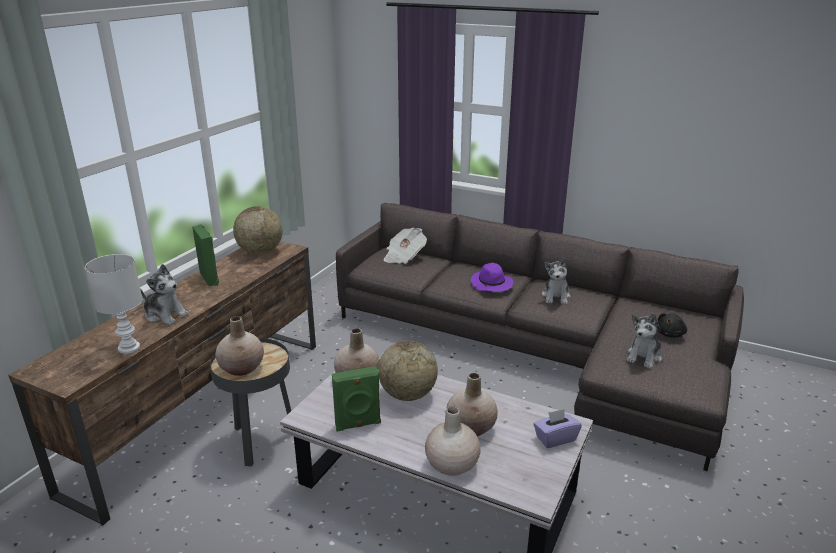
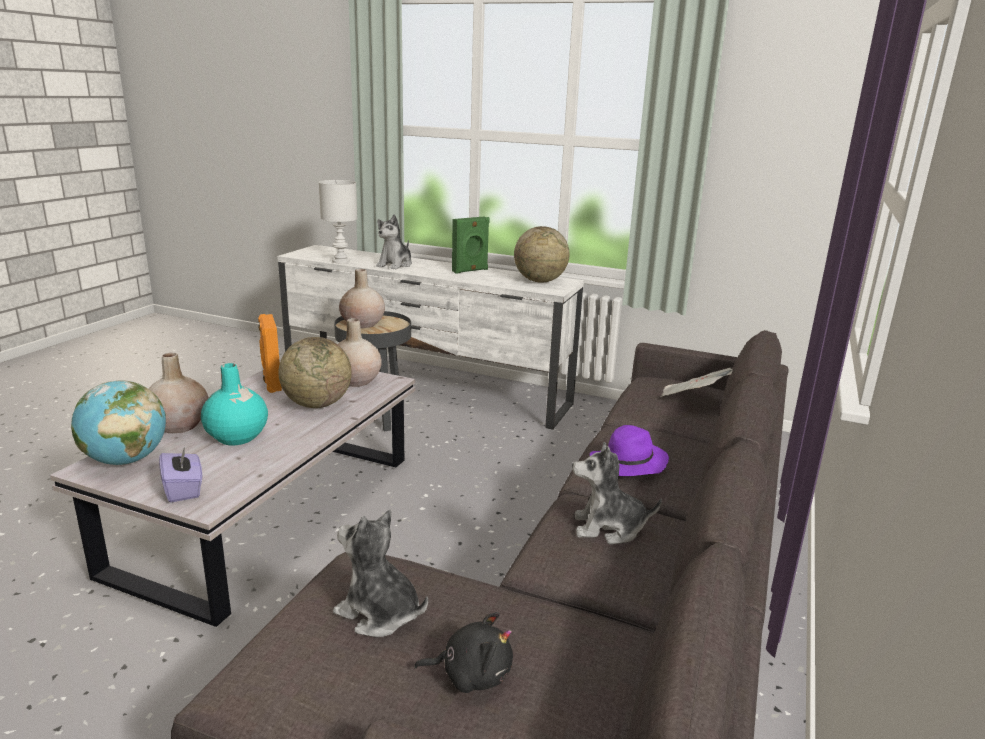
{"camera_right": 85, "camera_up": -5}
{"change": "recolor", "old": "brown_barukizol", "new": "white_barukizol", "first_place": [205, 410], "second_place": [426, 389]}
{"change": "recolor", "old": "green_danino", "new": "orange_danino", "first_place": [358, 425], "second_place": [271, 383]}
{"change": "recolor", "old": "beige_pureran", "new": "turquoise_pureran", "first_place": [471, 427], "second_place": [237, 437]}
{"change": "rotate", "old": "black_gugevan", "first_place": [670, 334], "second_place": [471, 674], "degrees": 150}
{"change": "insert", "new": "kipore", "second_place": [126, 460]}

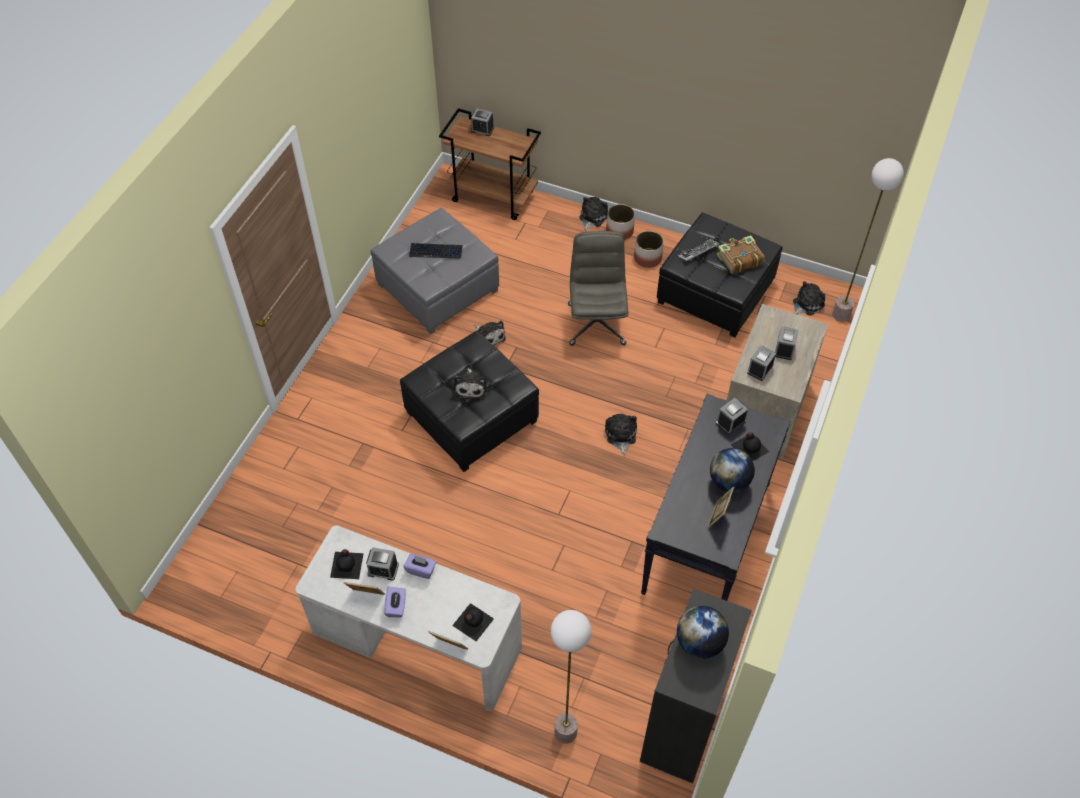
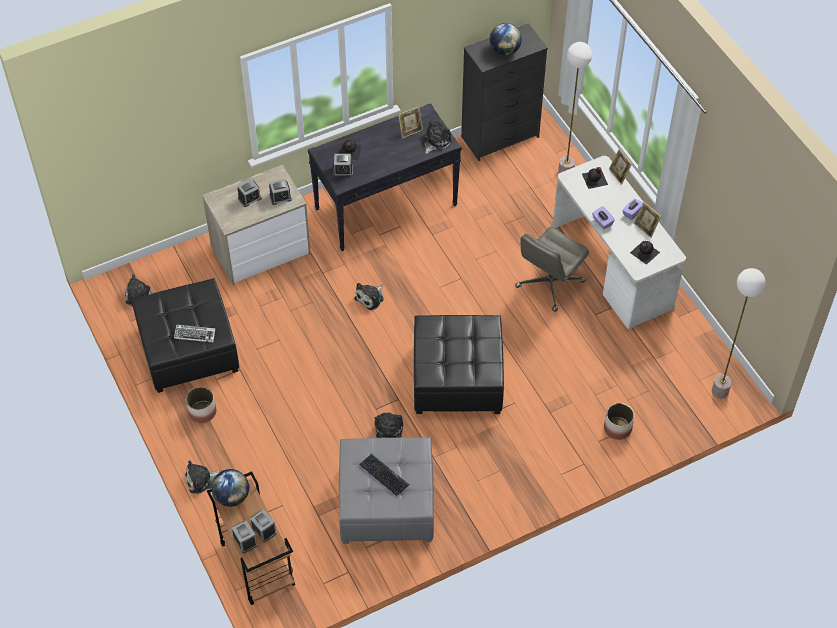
{"camera_right": -140, "camera_up": 0}
{"change": "move", "old": "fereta", "first_place": [383, 569], "second_place": [264, 530]}
{"change": "move", "old": "gugevan", "first_place": [471, 387], "second_place": [436, 141]}
{"change": "move", "old": "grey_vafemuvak", "first_place": [596, 323], "second_place": [549, 284]}
{"change": "move", "old": "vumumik", "first_place": [619, 231], "second_place": [617, 428]}
{"change": "move", "old": "kipore", "first_place": [729, 482], "second_place": [232, 496]}
{"change": "delete", "old": "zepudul", "first_place": [739, 259]}
{"change": "move", "old": "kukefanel", "first_place": [840, 315], "second_place": [720, 391]}

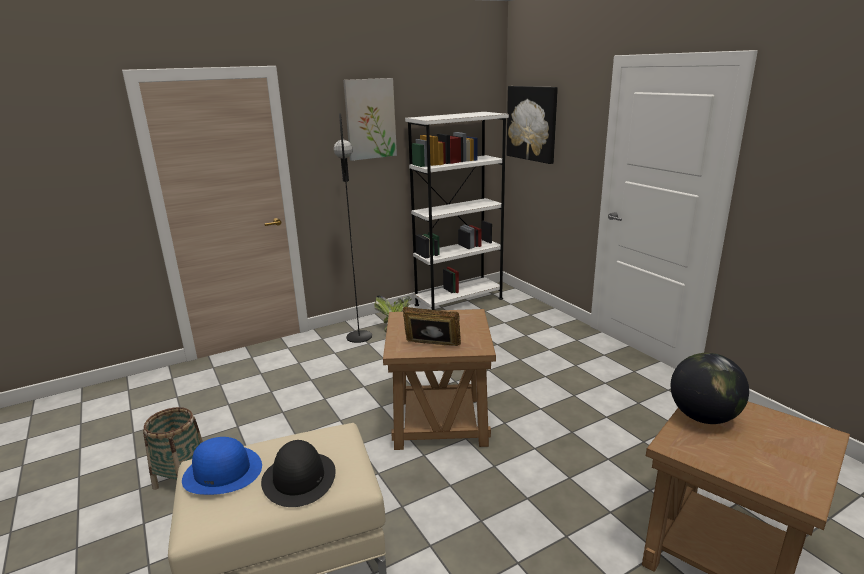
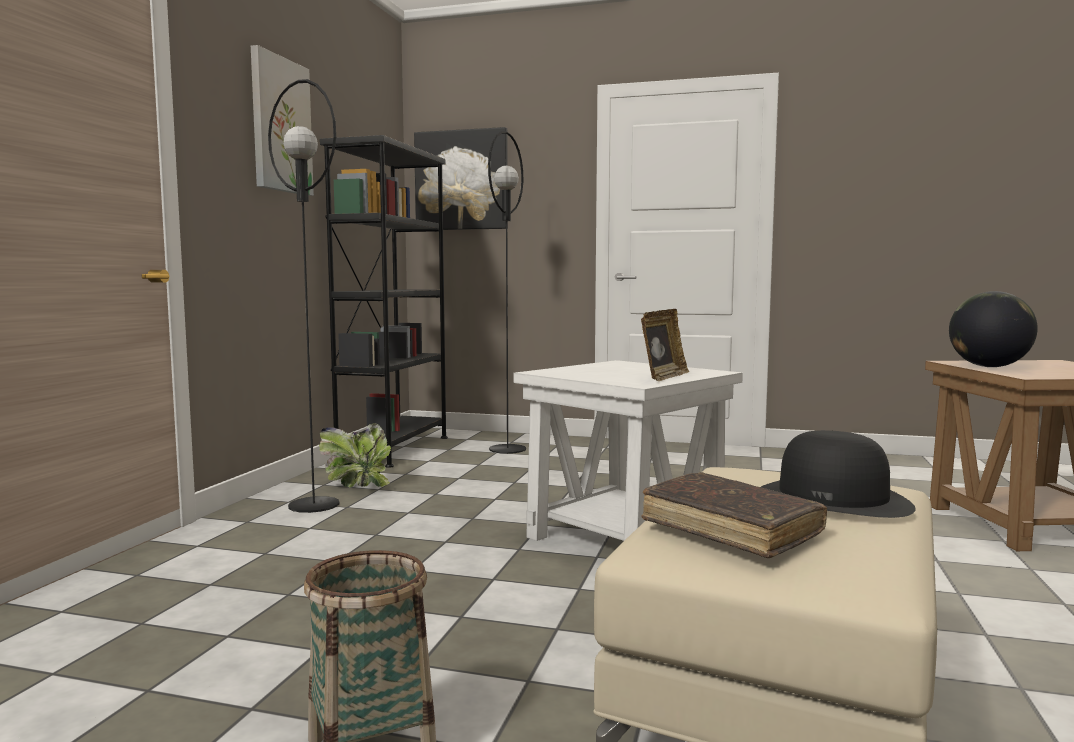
{"camera_right": -45, "camera_up": -15}
{"change": "replace", "old": "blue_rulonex", "new": "brown_zepudul", "first_place": [223, 472], "second_place": [730, 529]}
{"change": "recolor", "old": "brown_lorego", "new": "white_lorego", "first_place": [440, 421], "second_place": [625, 535]}
{"change": "rotate", "old": "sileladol", "first_place": [432, 346], "second_place": [663, 377], "degrees": 150}
{"change": "recolor", "old": "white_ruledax", "new": "black_ruledax", "first_place": [459, 302], "second_place": [394, 449]}
{"change": "insert", "new": "black_kukefanel", "second_place": [507, 449]}

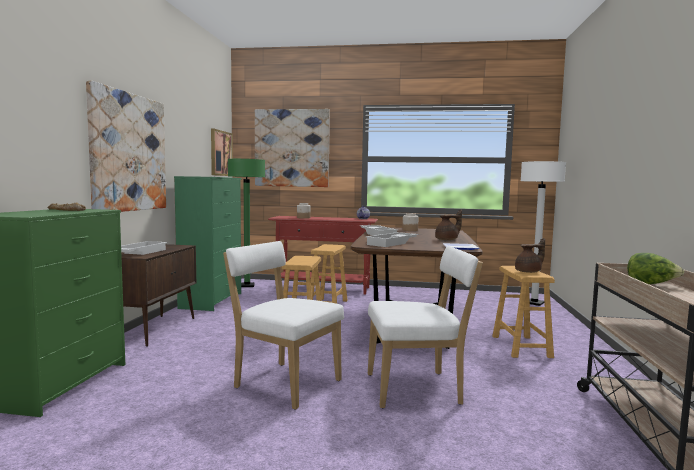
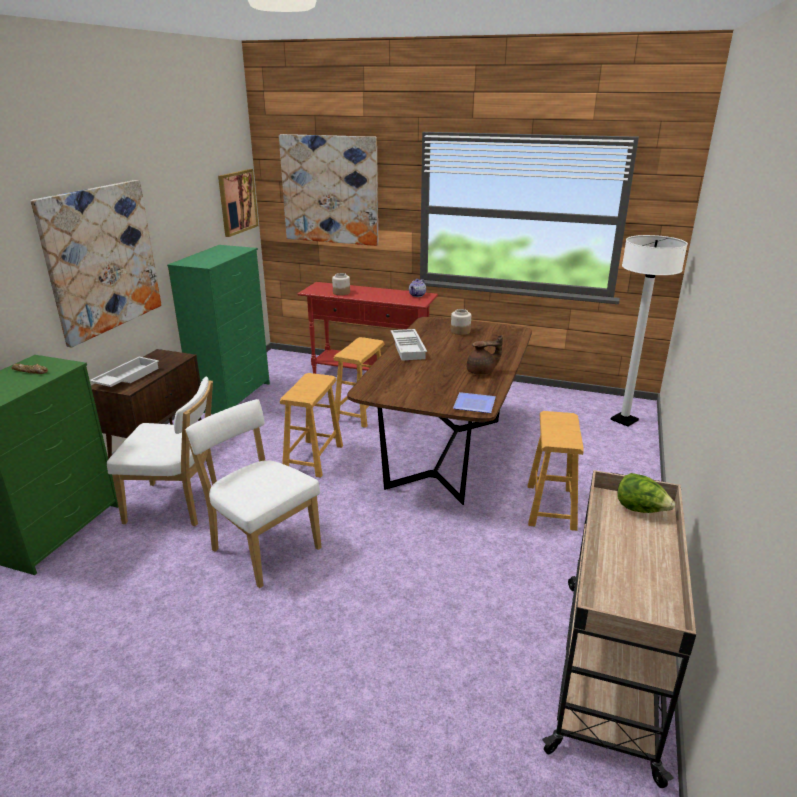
{"camera_right": 10, "camera_up": 20}
{"change": "delete", "old": "green_kukefanel", "first_place": [247, 285]}
{"change": "delete", "old": "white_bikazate", "first_place": [392, 243]}
{"change": "move", "old": "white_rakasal", "first_place": [418, 389], "second_place": [177, 505]}
{"change": "delete", "old": "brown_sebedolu", "first_place": [529, 272]}

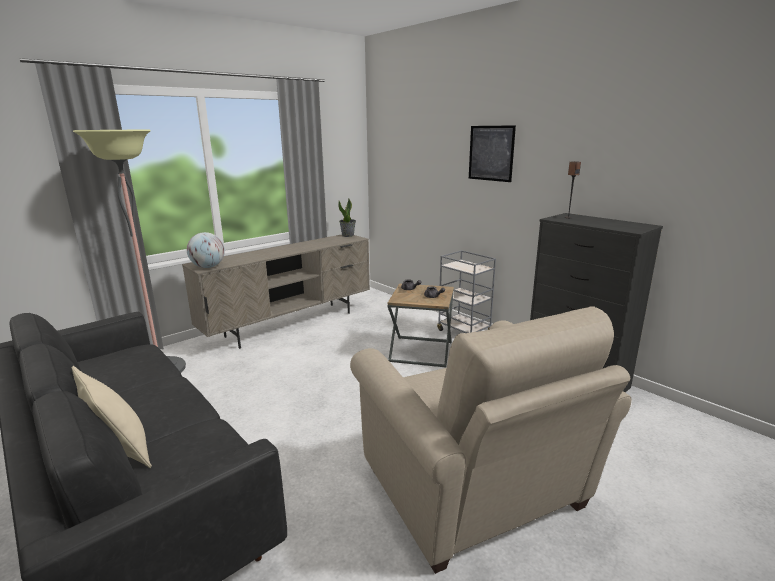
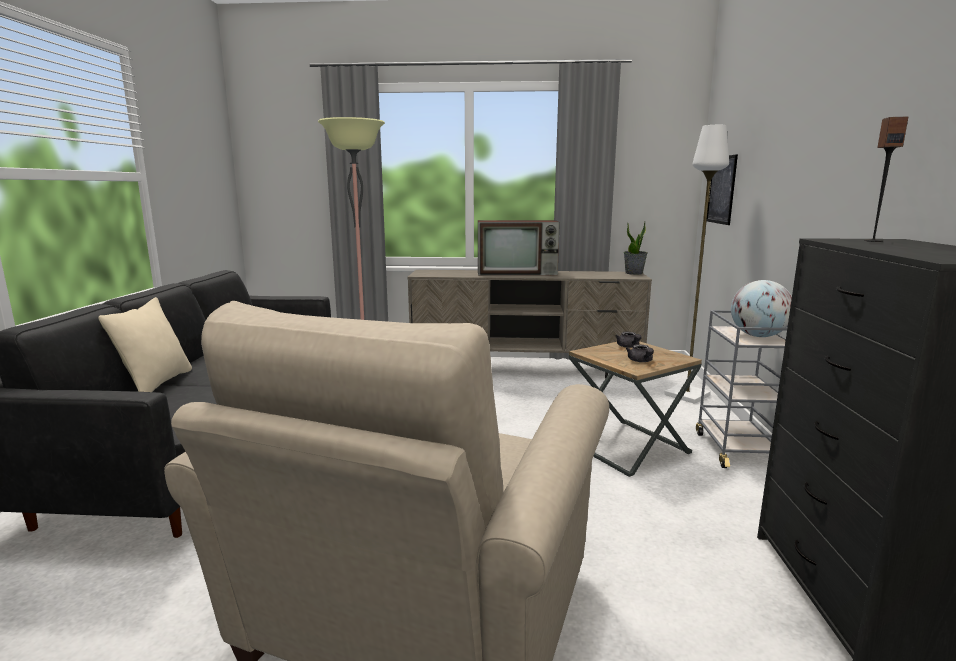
{"camera_right": 45, "camera_up": -5}
{"change": "move", "old": "kipore", "first_place": [208, 267], "second_place": [758, 336]}
{"change": "move", "old": "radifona", "first_place": [491, 153], "second_place": [721, 190]}
{"change": "insert", "new": "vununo", "second_place": [518, 273]}
{"change": "insert", "new": "white_kukefanel", "second_place": [686, 394]}

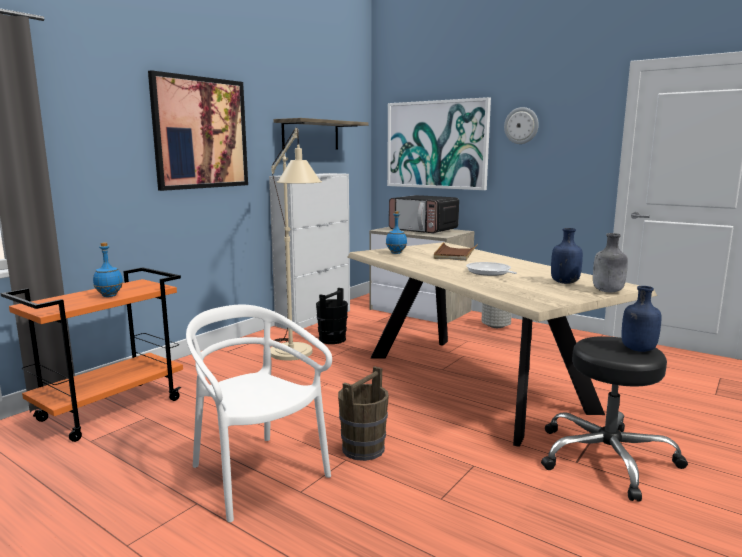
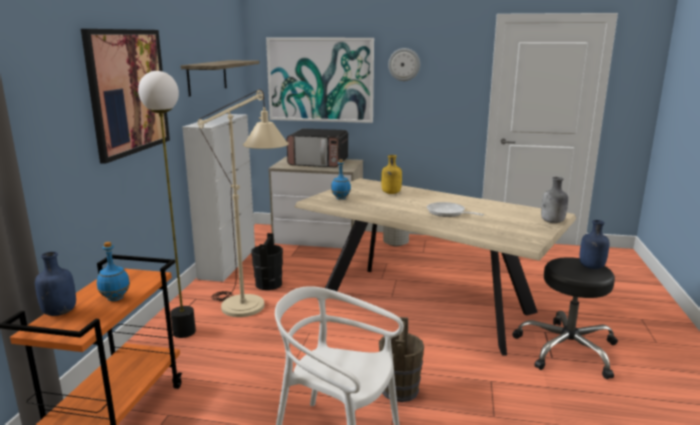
{"camera_right": -25, "camera_up": 5}
{"change": "replace", "old": "brown_bikazate", "new": "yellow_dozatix", "first_place": [455, 254], "second_place": [391, 193]}
{"change": "move", "old": "blue_dozatix", "first_place": [564, 282], "second_place": [59, 312]}
{"change": "insert", "new": "kukefanel", "second_place": [184, 332]}

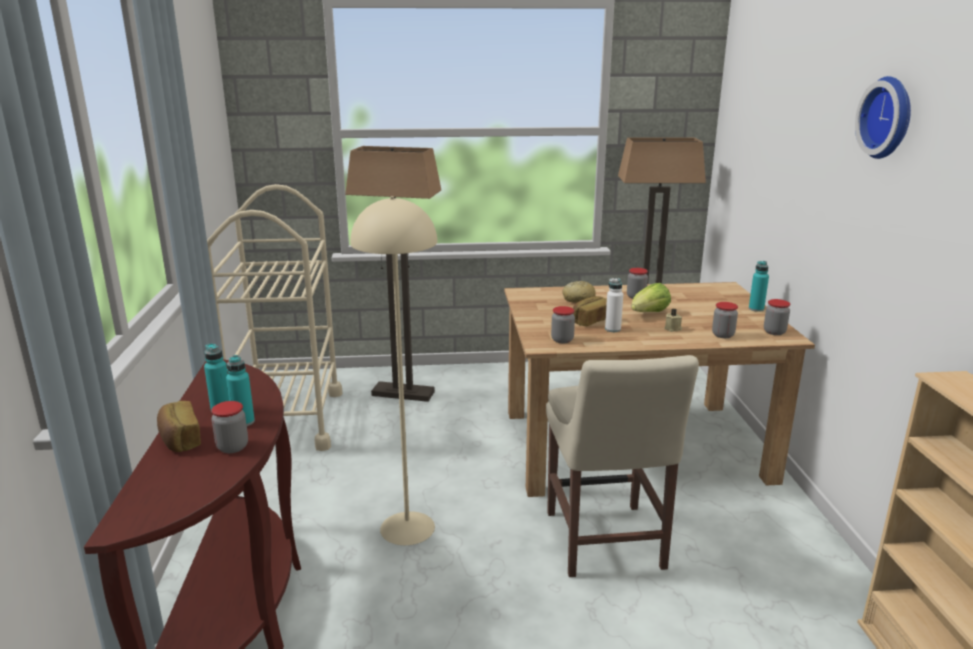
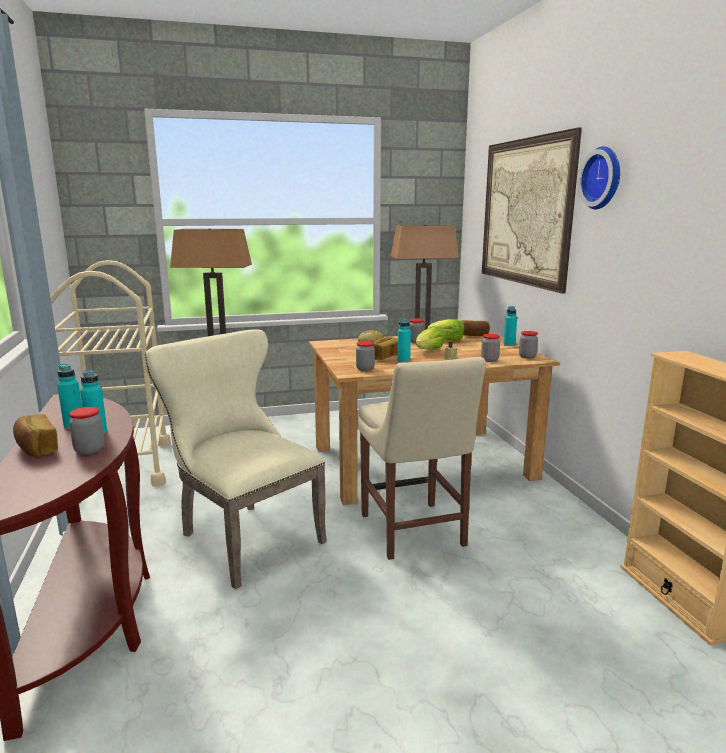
{"camera_right": -10, "camera_up": -5}
{"change": "replace", "old": "beige_kukefanel", "new": "beige_rakasal", "first_place": [407, 527], "second_place": [243, 536]}
{"change": "recolor", "old": "white_dozatix", "new": "turquoise_dozatix", "first_place": [612, 329], "second_place": [403, 361]}
{"change": "insert", "new": "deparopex", "second_place": [447, 340]}
{"change": "insert", "new": "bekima", "second_place": [474, 335]}
{"change": "insert", "new": "radifona", "second_place": [525, 212]}

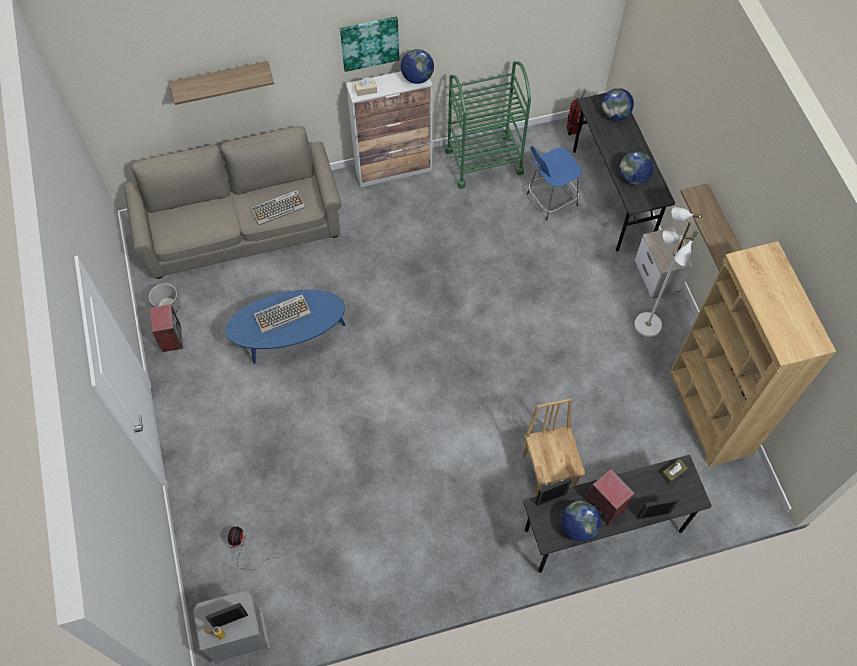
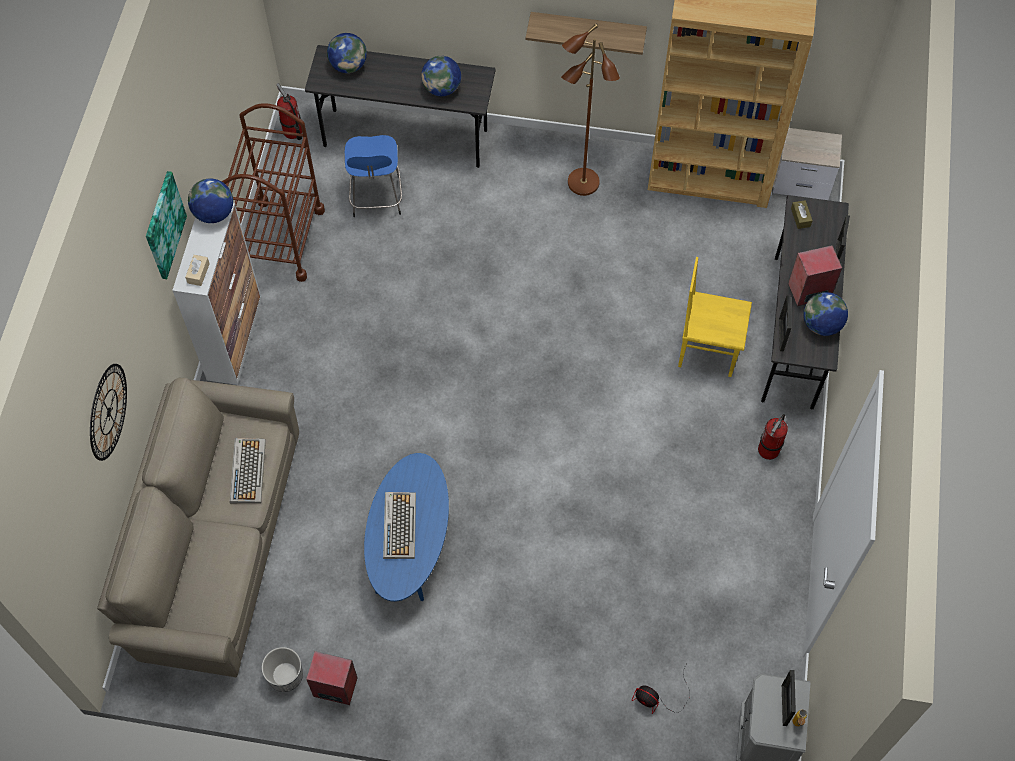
{"camera_right": -65, "camera_up": 0}
{"change": "replace", "old": "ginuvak", "new": "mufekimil", "first_place": [221, 80], "second_place": [108, 412]}
{"change": "recolor", "old": "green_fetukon", "new": "brown_fetukon", "first_place": [484, 161], "second_place": [282, 239]}
{"change": "recolor", "old": "brown_rakasal", "new": "yellow_rakasal", "first_place": [549, 472], "second_place": [707, 350]}
{"change": "recolor", "old": "white_kukefanel", "new": "brown_kukefanel", "first_place": [646, 325], "second_place": [582, 183]}
{"change": "move", "old": "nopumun", "first_place": [657, 276], "second_place": [802, 182]}
{"change": "insert", "new": "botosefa", "second_place": [769, 449]}

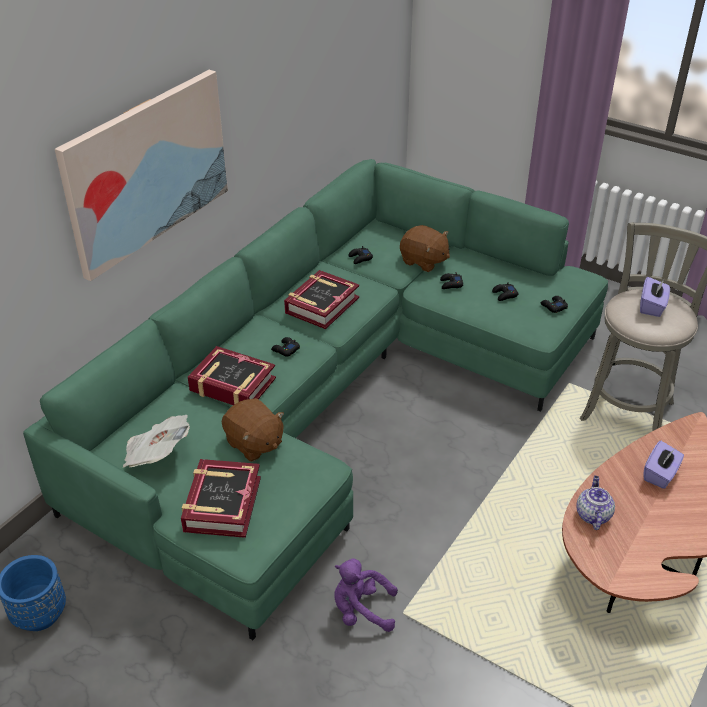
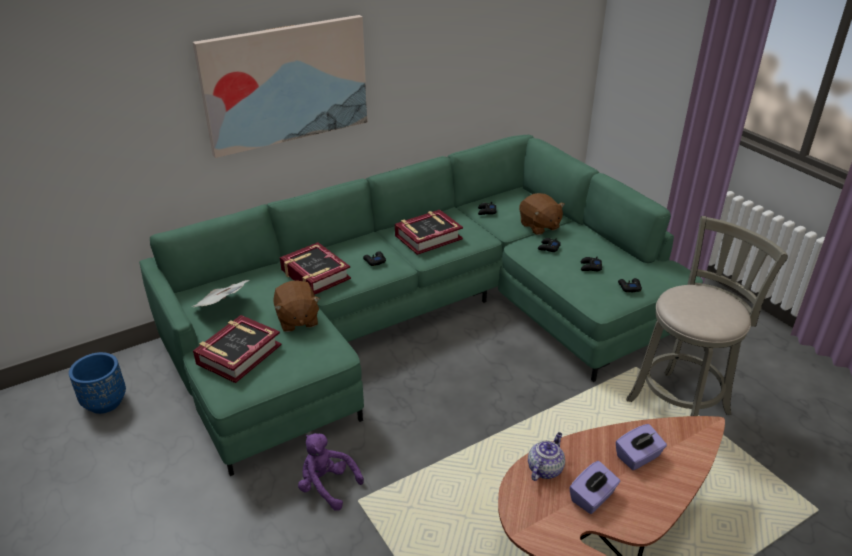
{"camera_right": 25, "camera_up": -5}
{"change": "move", "old": "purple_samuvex", "first_place": [652, 306], "second_place": [592, 498]}

